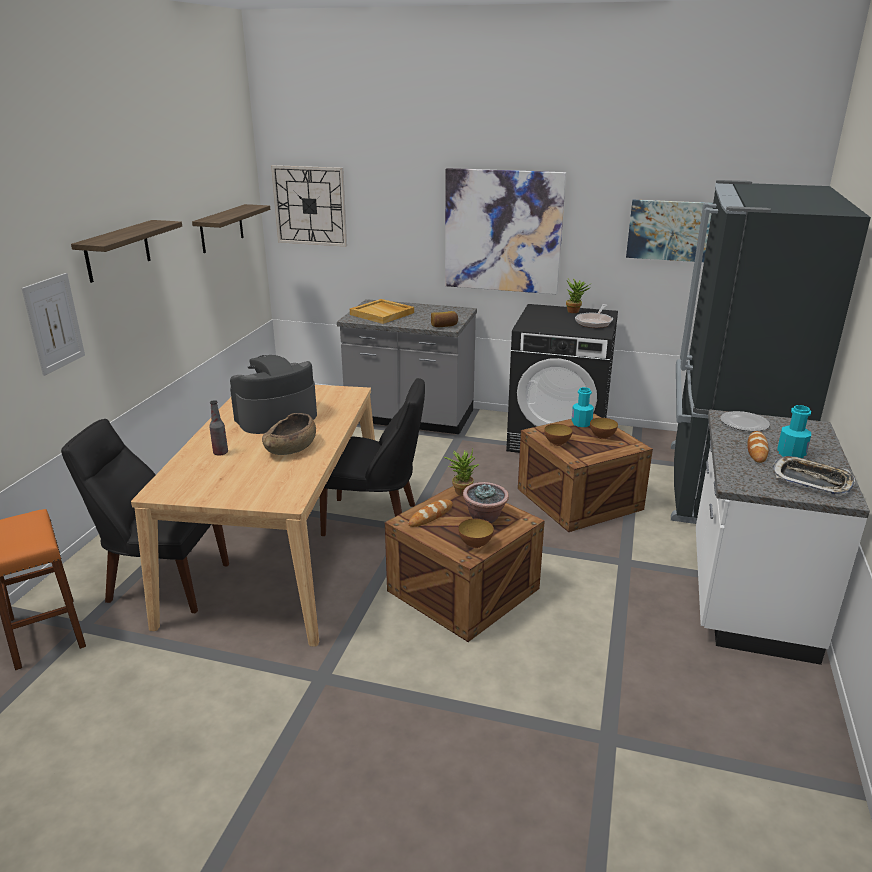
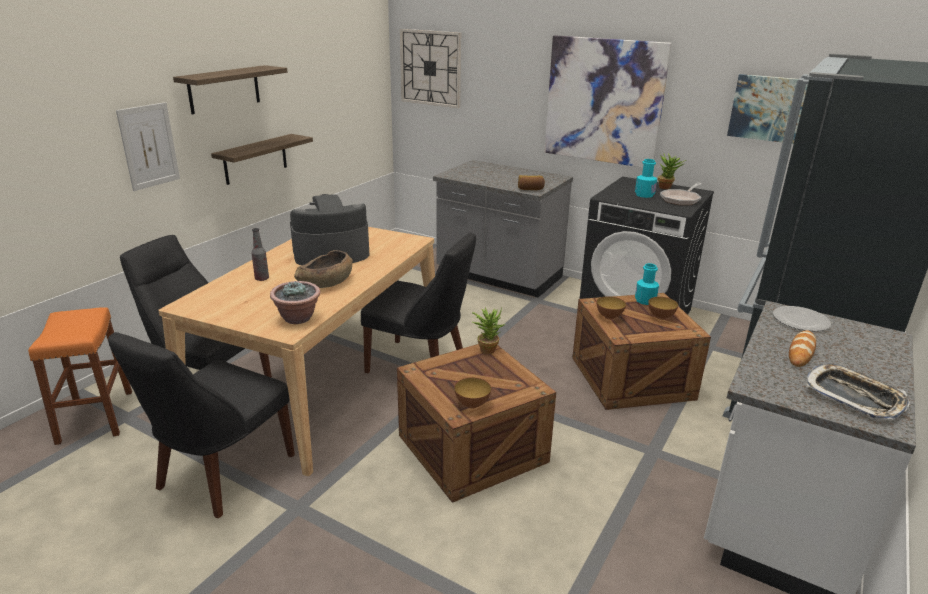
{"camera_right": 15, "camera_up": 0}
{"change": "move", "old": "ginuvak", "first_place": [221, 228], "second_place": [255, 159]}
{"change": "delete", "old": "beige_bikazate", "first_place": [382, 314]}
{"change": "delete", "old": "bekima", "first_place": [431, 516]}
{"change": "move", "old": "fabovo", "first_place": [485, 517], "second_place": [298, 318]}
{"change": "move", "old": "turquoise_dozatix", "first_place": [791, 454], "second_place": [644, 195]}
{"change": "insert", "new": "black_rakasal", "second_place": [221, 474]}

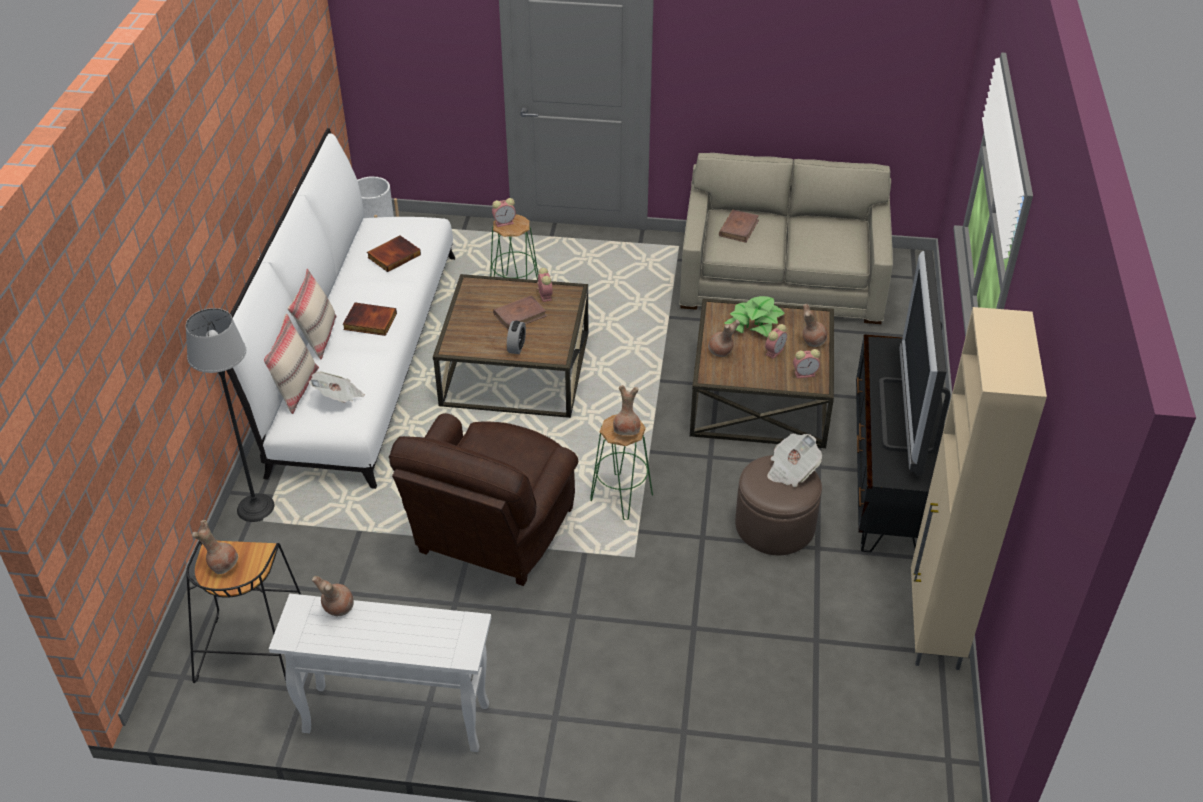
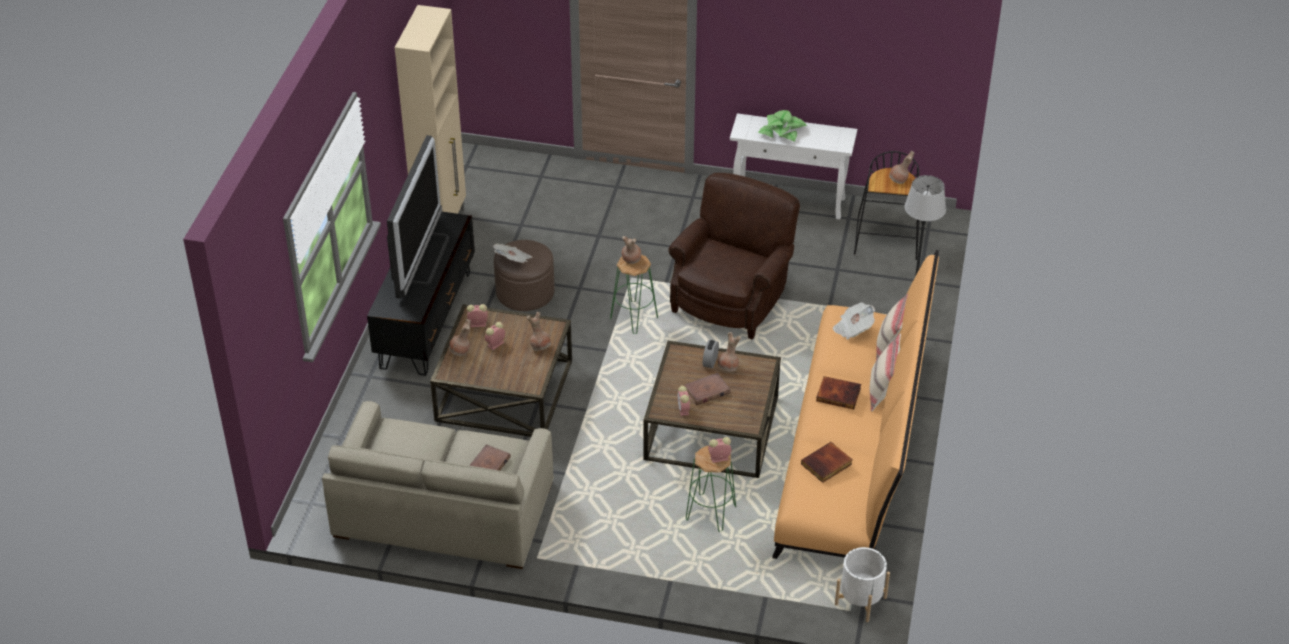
{"camera_right": -175, "camera_up": 0}
{"change": "recolor", "old": "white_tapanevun", "new": "orange_tapanevun", "first_place": [359, 357], "second_place": [853, 449]}
{"change": "move", "old": "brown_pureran", "first_place": [337, 608], "second_place": [728, 367]}
{"change": "move", "old": "fabovo", "first_place": [754, 323], "second_place": [782, 131]}

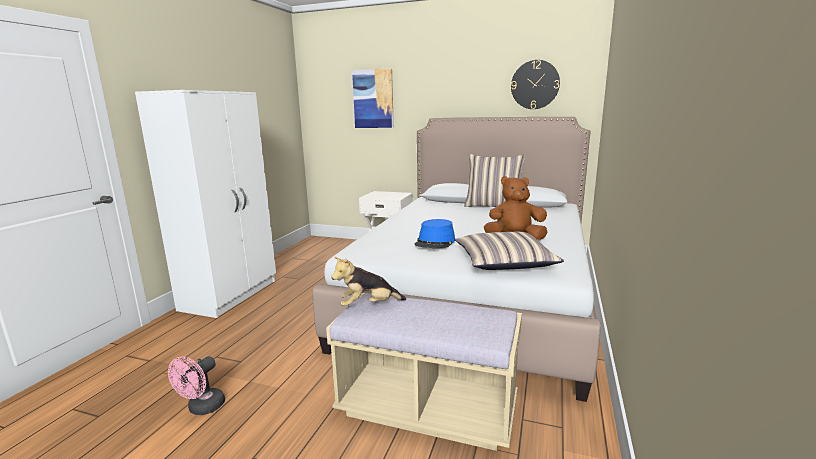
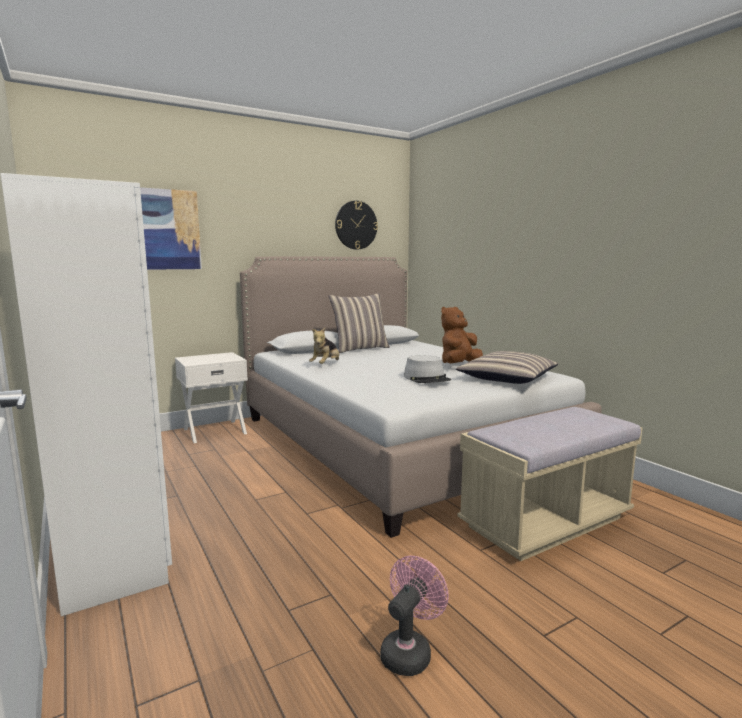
{"camera_right": -50, "camera_up": -5}
{"change": "rotate", "old": "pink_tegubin", "first_place": [202, 408], "second_place": [409, 651], "degrees": -120}
{"change": "move", "old": "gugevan", "first_place": [368, 306], "second_place": [325, 365]}
{"change": "recolor", "old": "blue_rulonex", "new": "grey_rulonex", "first_place": [435, 242], "second_place": [427, 378]}

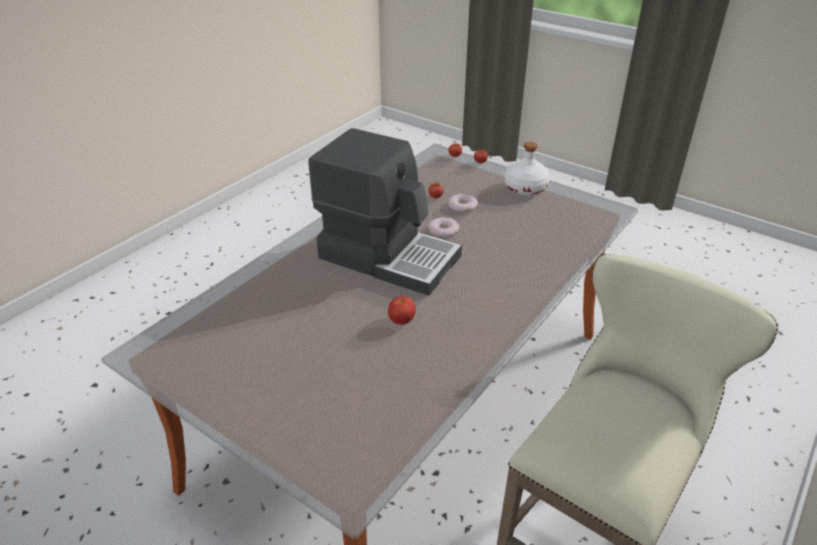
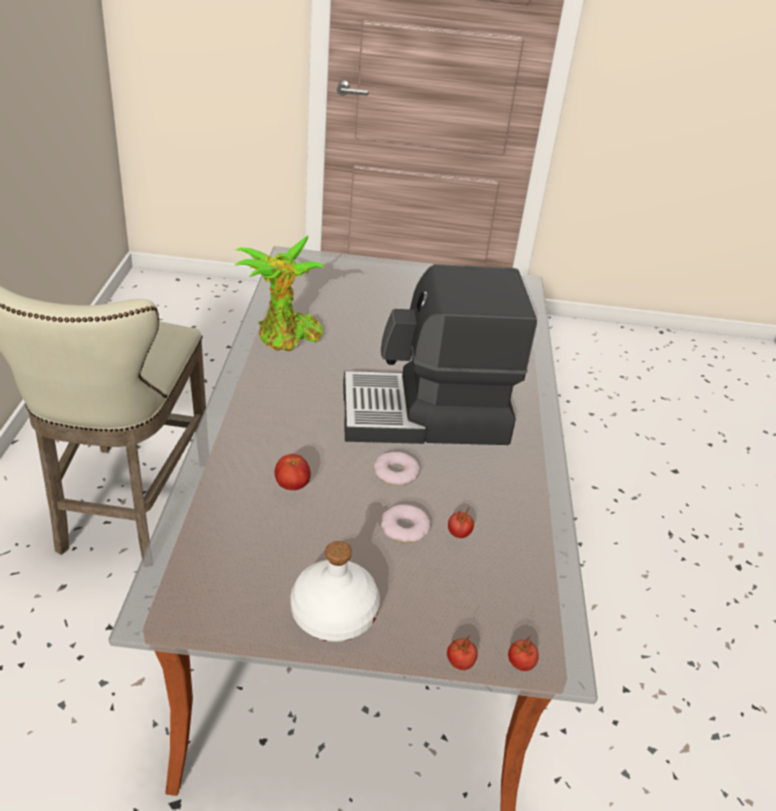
{"camera_right": 145, "camera_up": 0}
{"change": "move", "old": "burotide", "first_place": [401, 320], "second_place": [292, 485]}
{"change": "insert", "new": "fabovo", "second_place": [286, 338]}

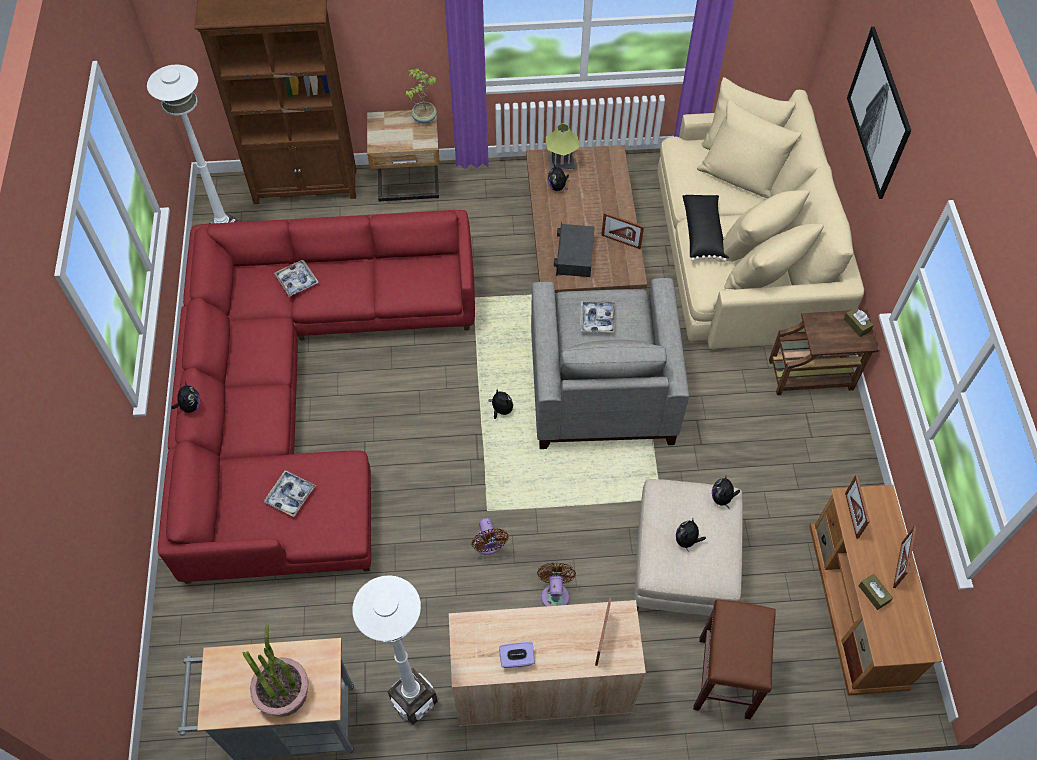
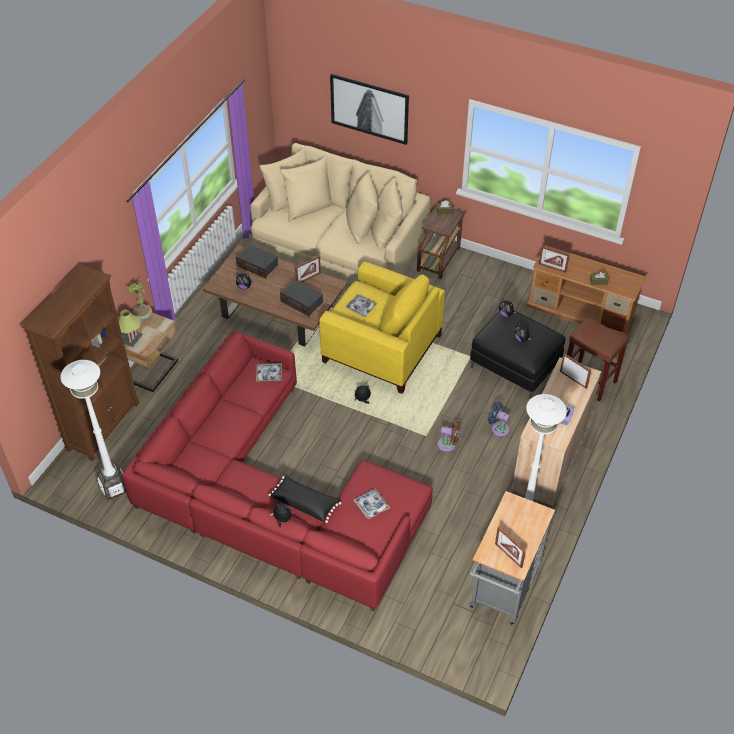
{"camera_right": -60, "camera_up": -10}
{"change": "delete", "old": "fabovo", "first_place": [283, 692]}
{"change": "move", "old": "bikazate", "first_place": [297, 281], "second_place": [269, 374]}
{"change": "recolor", "old": "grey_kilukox", "new": "yellow_kilukox", "first_place": [600, 387], "second_place": [380, 348]}
{"change": "recolor", "old": "brown_tegubin", "new": "blue_tegubin", "first_place": [555, 593], "second_place": [498, 428]}
{"change": "move", "old": "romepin", "first_place": [561, 163], "second_place": [131, 339]}
{"change": "recolor", "old": "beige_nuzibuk", "new": "black_nuzibuk", "first_place": [683, 563], "second_place": [515, 366]}
{"change": "move", "old": "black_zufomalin", "first_place": [703, 233], "second_place": [305, 503]}
{"change": "move", "old": "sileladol", "first_place": [898, 565], "second_place": [508, 555]}
{"change": "insert", "new": "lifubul", "second_place": [257, 265]}

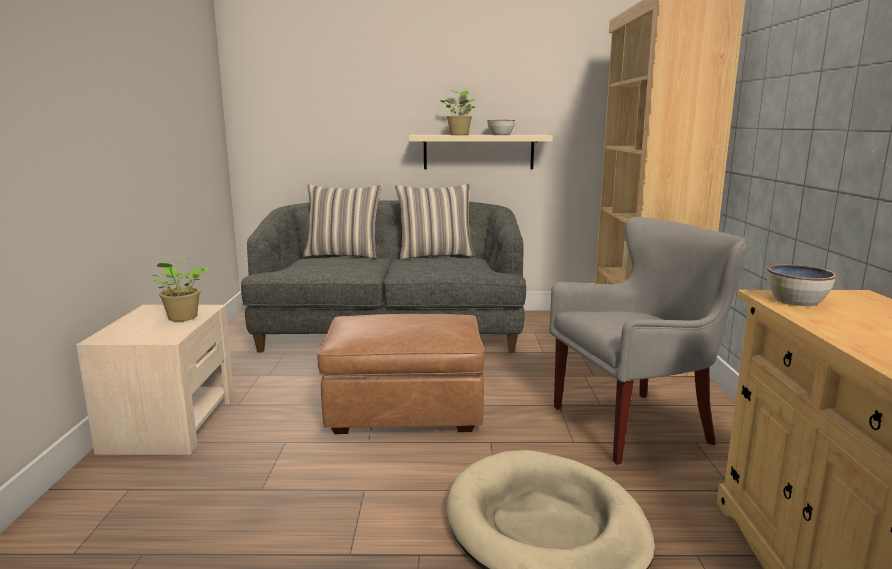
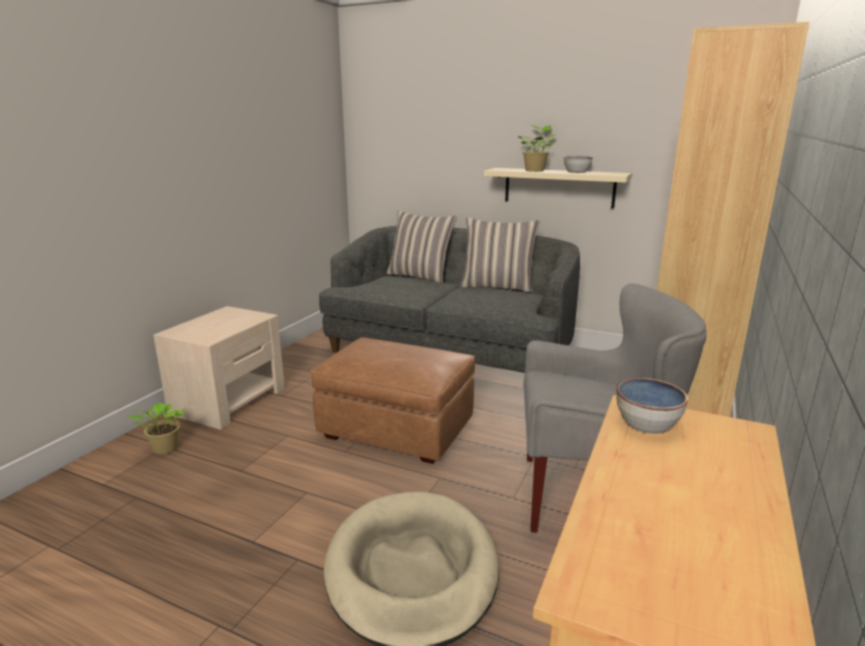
{"camera_right": 25, "camera_up": 5}
{"change": "move", "old": "fabovo", "first_place": [182, 318], "second_place": [164, 449]}

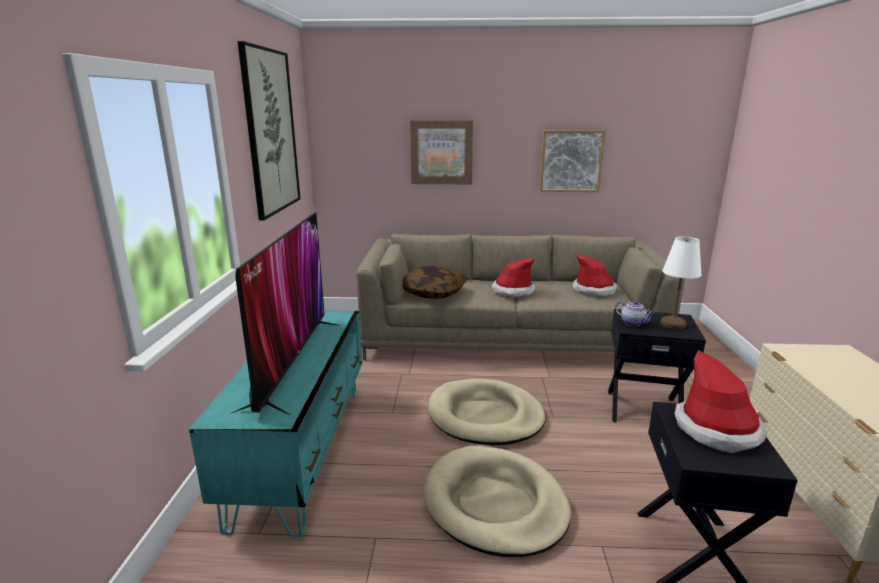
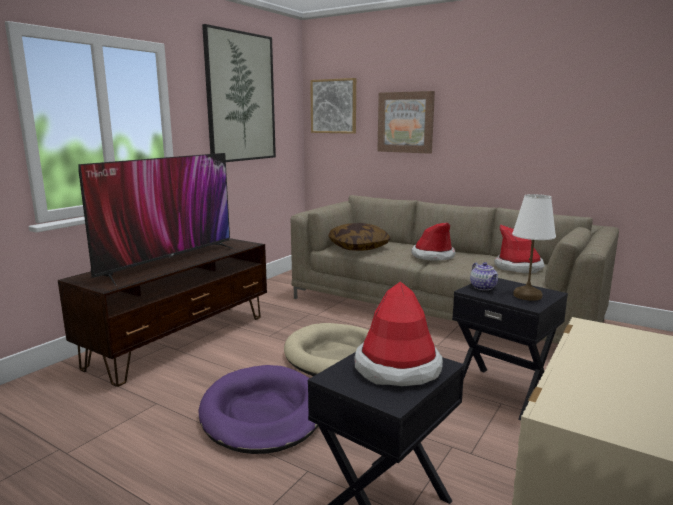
{"camera_right": 30, "camera_up": -5}
{"change": "recolor", "old": "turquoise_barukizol", "new": "brown_barukizol", "first_place": [303, 449], "second_place": [181, 341]}
{"change": "recolor", "old": "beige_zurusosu", "new": "purple_zurusosu", "first_place": [495, 504], "second_place": [262, 413]}
{"change": "move", "old": "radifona", "first_place": [571, 161], "second_place": [333, 106]}

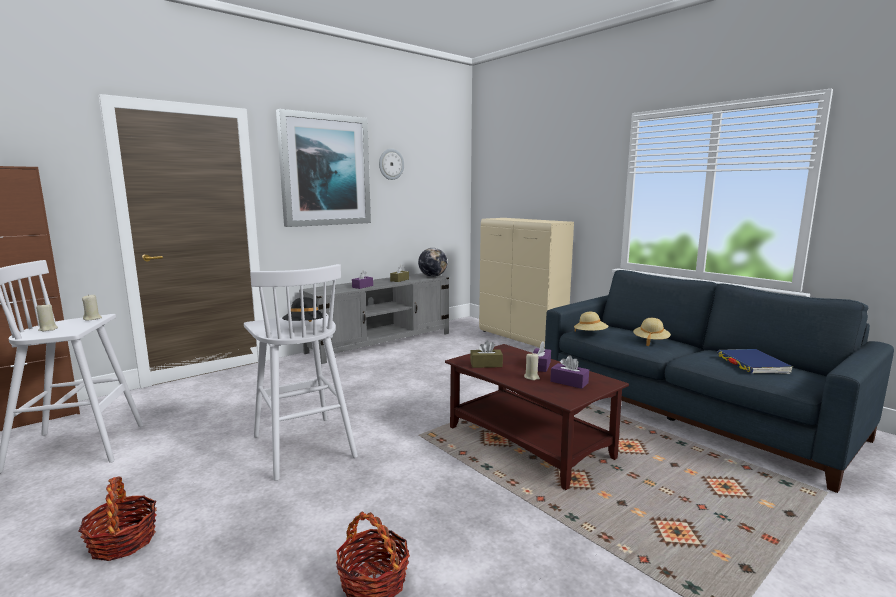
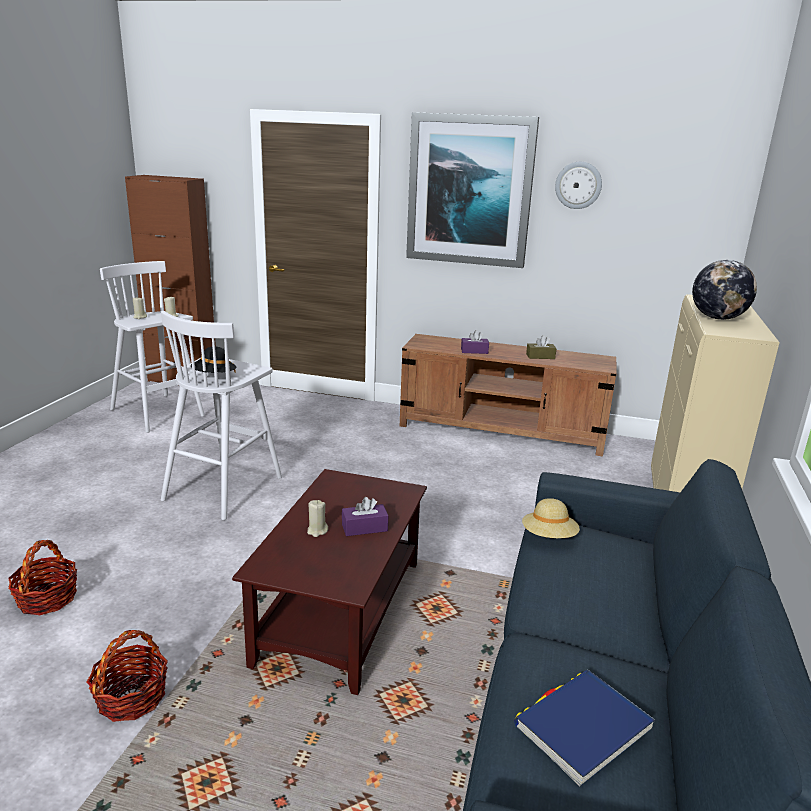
{"camera_right": 55, "camera_up": 10}
{"change": "move", "old": "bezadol", "first_place": [123, 541], "second_place": [131, 697]}
{"change": "recolor", "old": "grey_barukizol", "new": "brown_barukizol", "first_place": [381, 342], "second_place": [502, 431]}
{"change": "move", "old": "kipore", "first_place": [432, 276], "second_place": [717, 318]}
{"change": "delete", "old": "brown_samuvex", "first_place": [486, 364]}
{"change": "delete", "old": "purple_samuvex", "first_place": [569, 382]}
{"change": "delete", "old": "beige_rulonex", "first_place": [650, 341]}

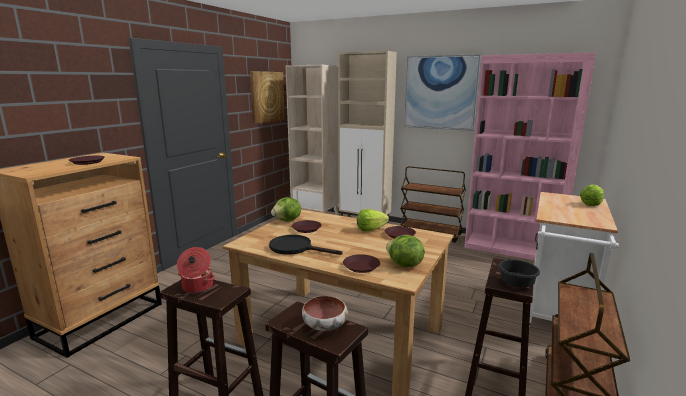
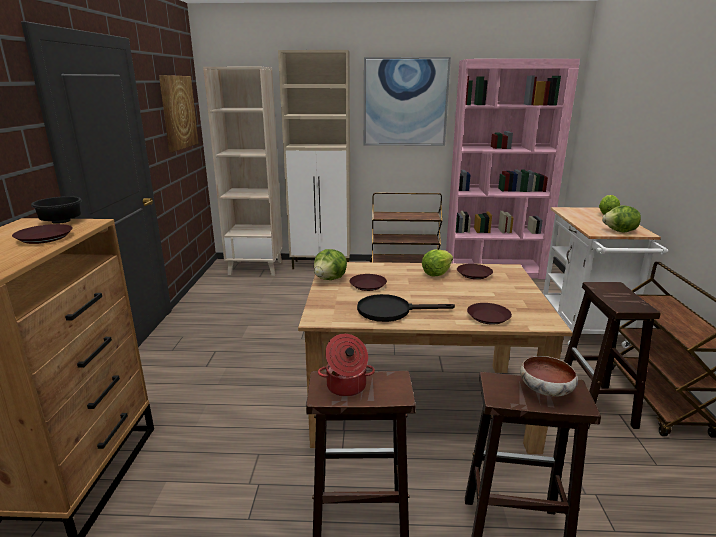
{"camera_right": -25, "camera_up": 5}
{"change": "move", "old": "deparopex", "first_place": [404, 265], "second_place": [620, 231]}
{"change": "move", "old": "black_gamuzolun", "first_place": [518, 284], "second_place": [63, 222]}

